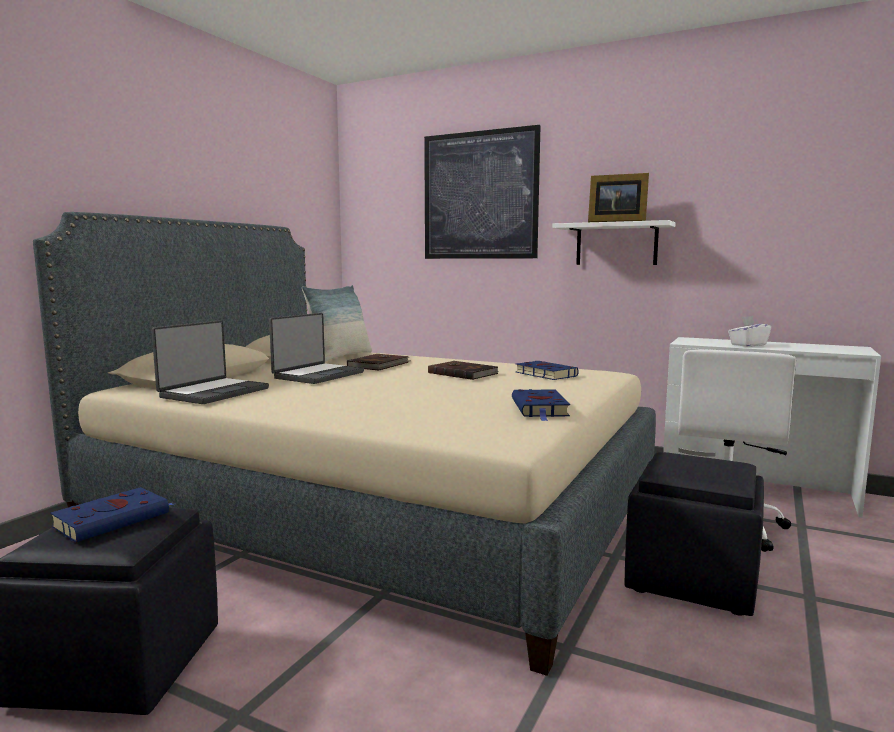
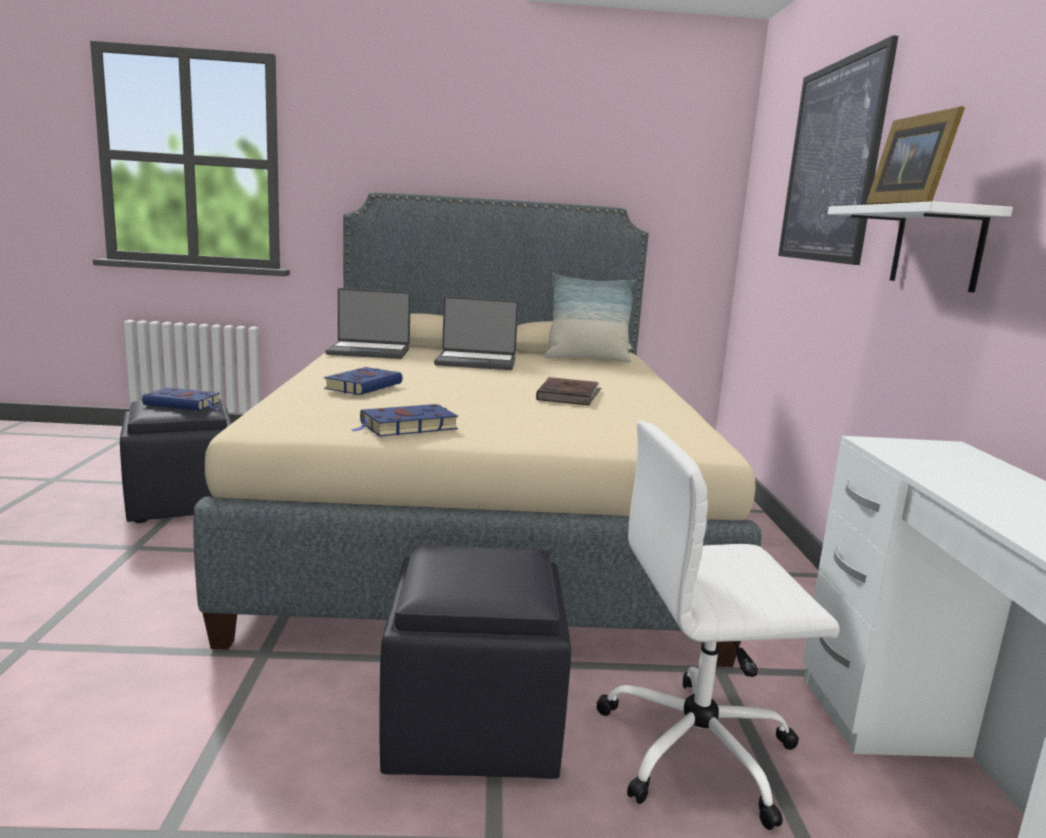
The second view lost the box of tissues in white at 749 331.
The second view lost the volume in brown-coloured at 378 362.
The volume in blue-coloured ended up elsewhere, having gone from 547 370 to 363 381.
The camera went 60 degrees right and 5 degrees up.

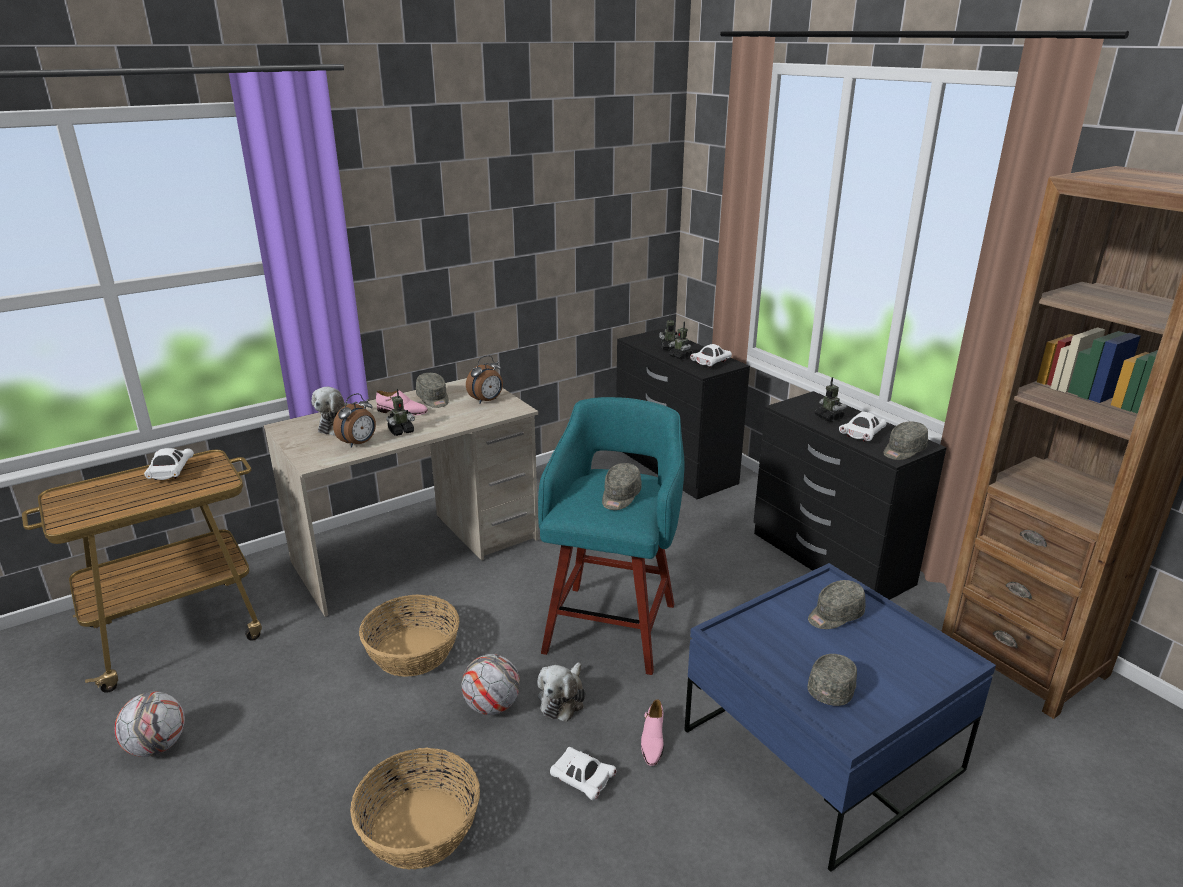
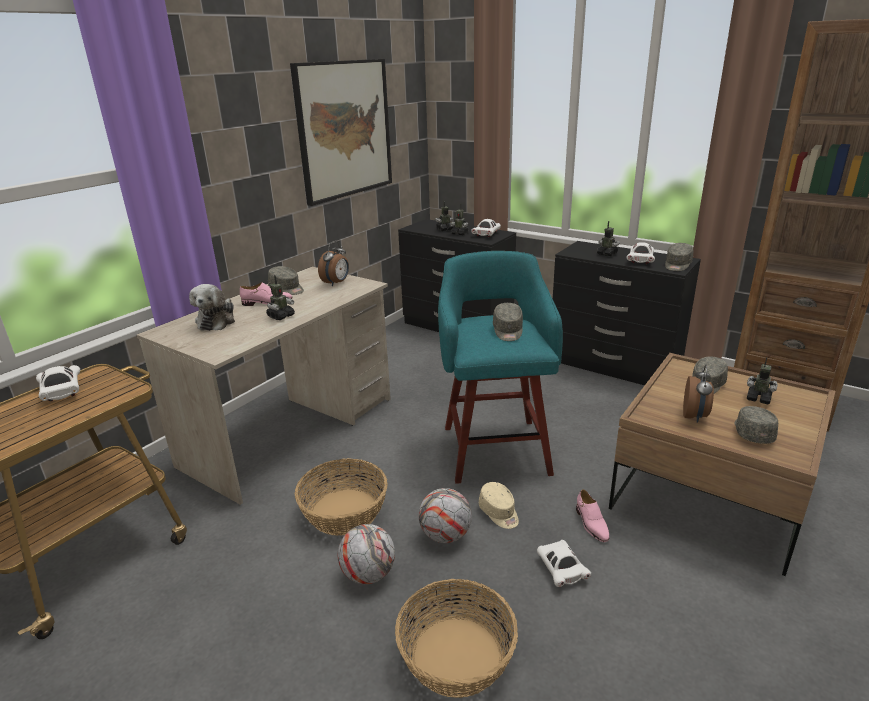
The table clock ended up elsewhere, having gone from 354 420 to 698 394.
What was the lounge table in blue-coloured at 840 717 turned into the lounge table in brown-coloured at 722 464.
Where the soft toy stood at 562 692, the peaked cap in sand-coloured came to stand at 499 505.
The football ball ended up elsewhere, having gone from 150 724 to 366 554.
The toy car in white at 583 773 ended up facing another way, 60 degrees clockwise from before.
The second view gained the picture at 341 132.
The second view gained the robot figure at 762 380.
The camera went 20 degrees left and 0 degrees up.

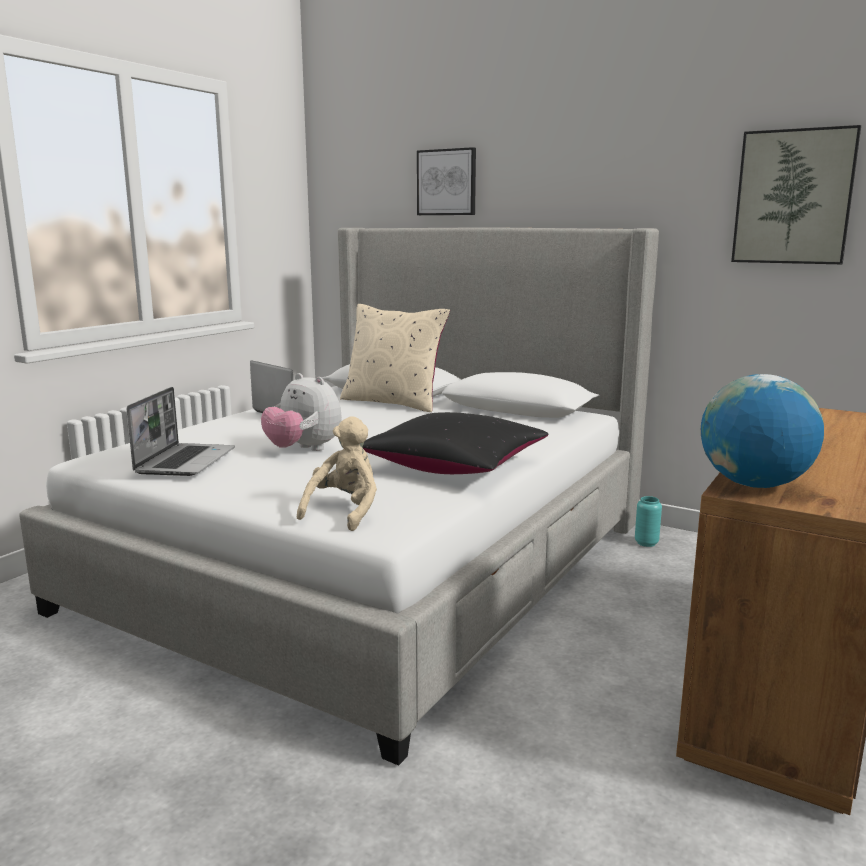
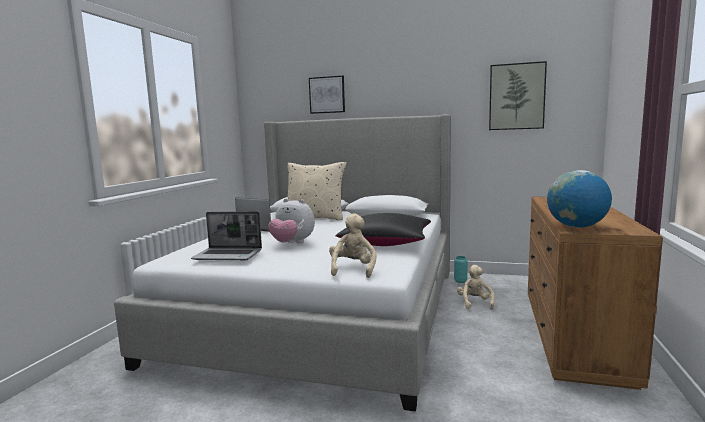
The notebook computer at 181 431 ended up facing another way, 105 degrees clockwise from before.
The second view gained the soft toy in sand-coloured at 476 287.
The camera went 15 degrees left and 5 degrees down.

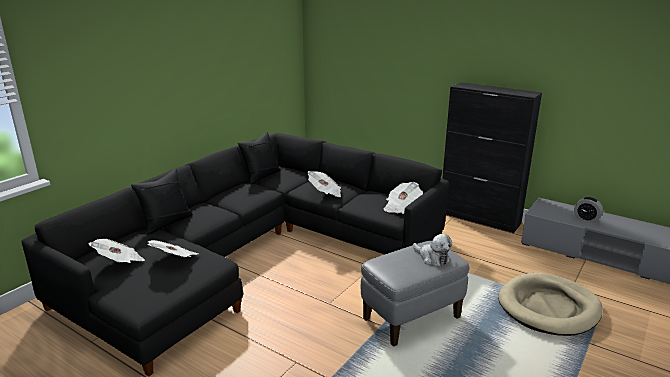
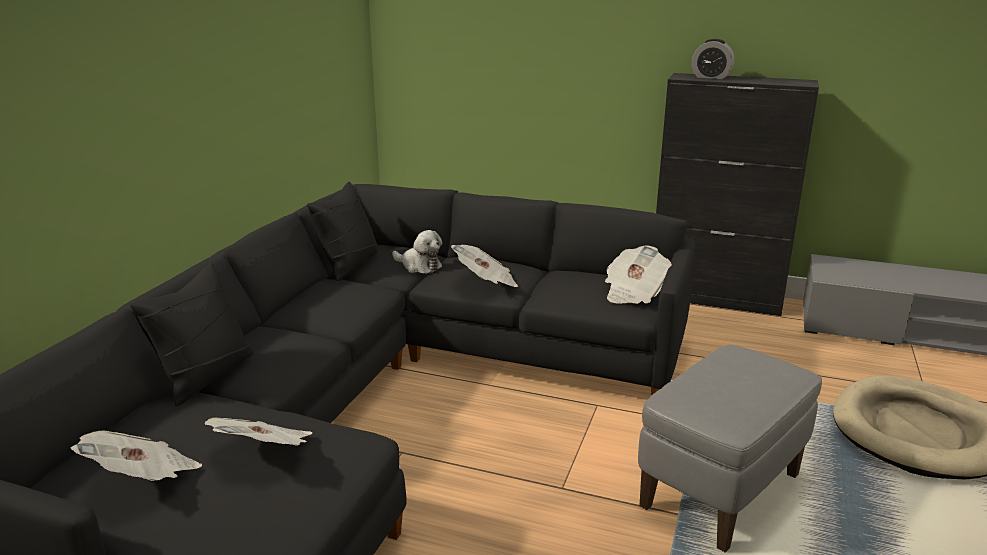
The table clock ended up elsewhere, having gone from 588 210 to 713 59.
The soft toy ended up elsewhere, having gone from 432 250 to 417 252.
The camera went 15 degrees left and 0 degrees up.

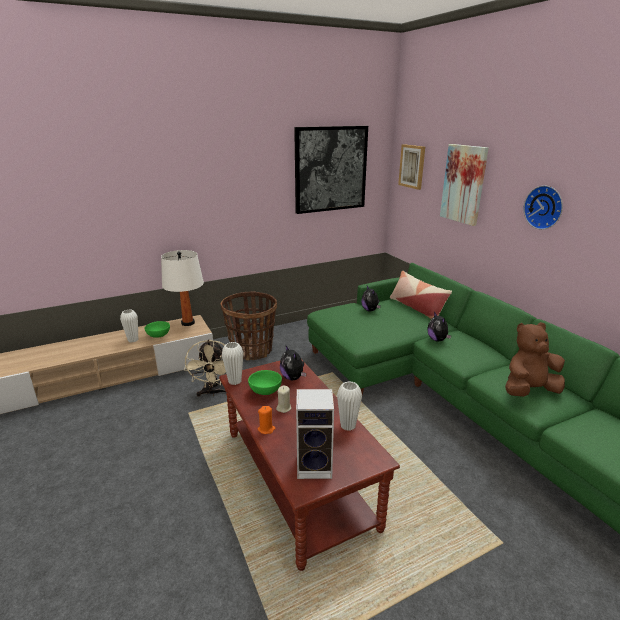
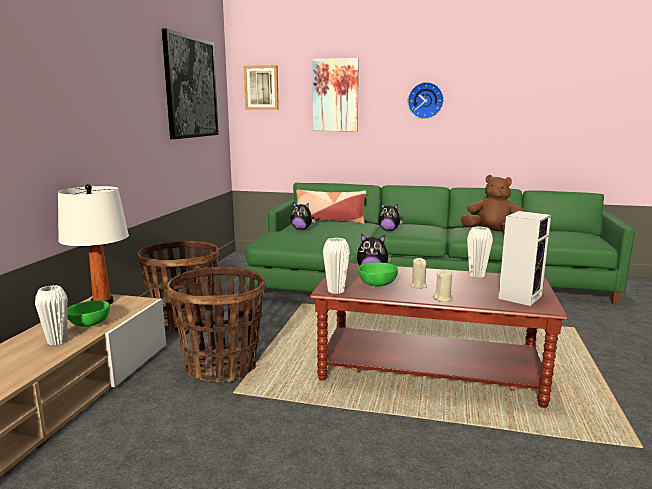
The soft toy in brown-coloured at 535 359 ended up facing another way, 90 degrees clockwise from before.
Where the fan in sand-coloured stood at 205 368, the storage basket came to stand at 216 324.
What was the candle in orange at 267 420 turned into the candle in sand-coloured at 443 286.
The camera went 50 degrees left and 10 degrees down.

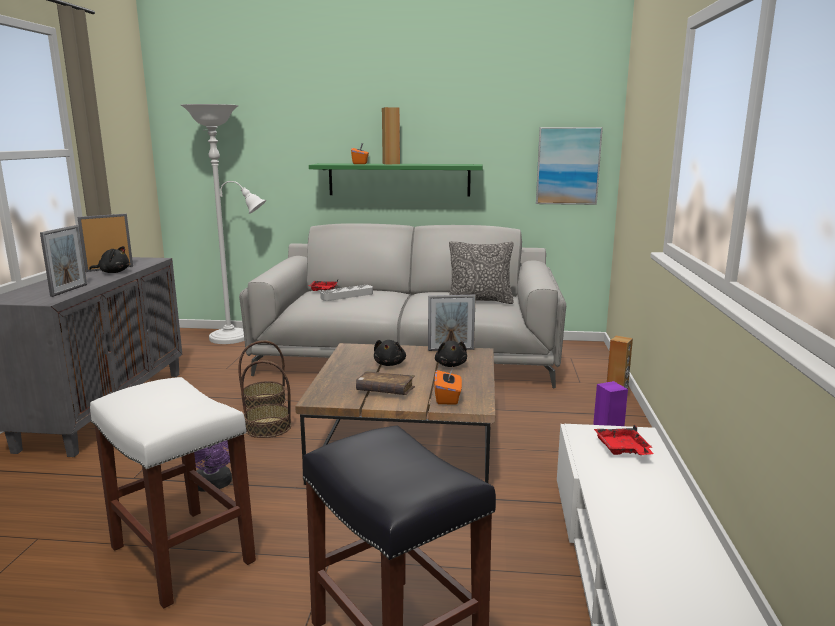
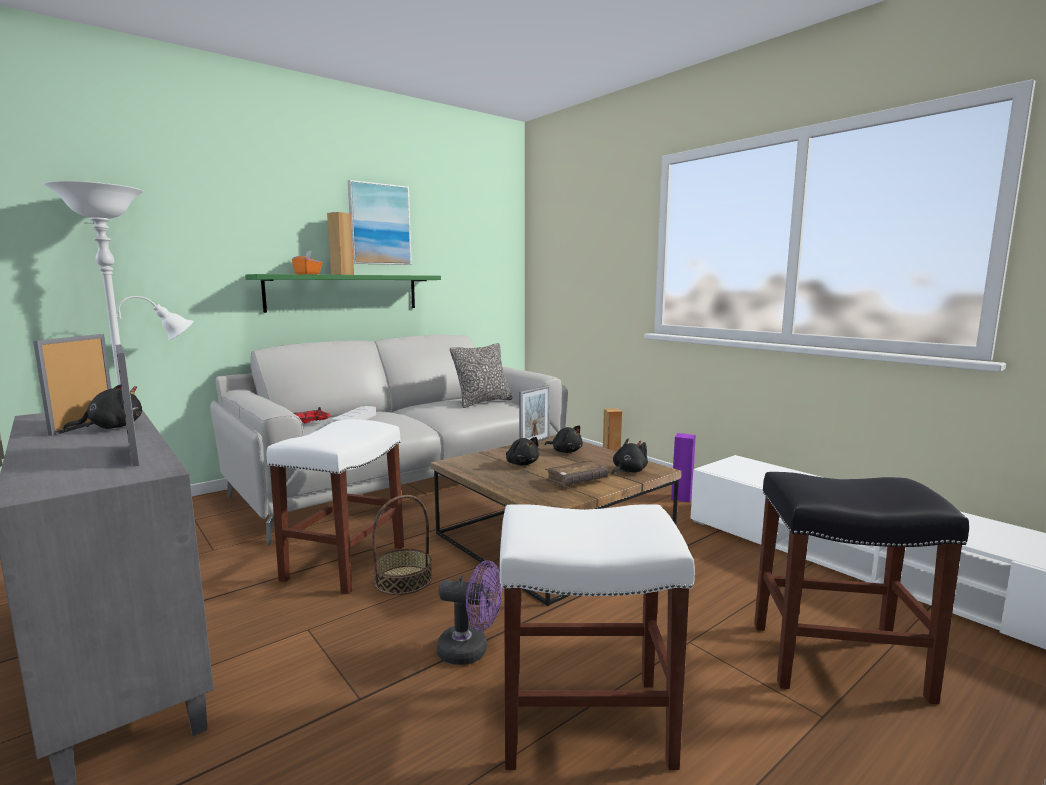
The picture ended up elsewhere, having gone from 569 166 to 380 222.
Where the storage basket stood at 262 375, the sitting stool in white came to stand at 335 506.
Where the box of tissues in orange stood at 448 386, the soft toy in black came to stand at 630 457.
The second view lost the serving tray in reddish at 623 440.
The camera went 45 degrees left and 5 degrees down.

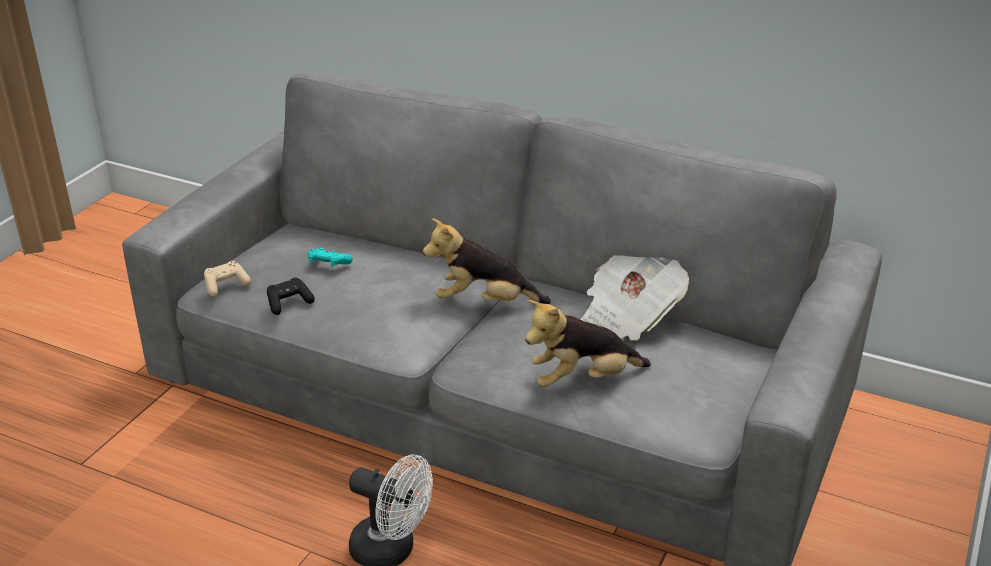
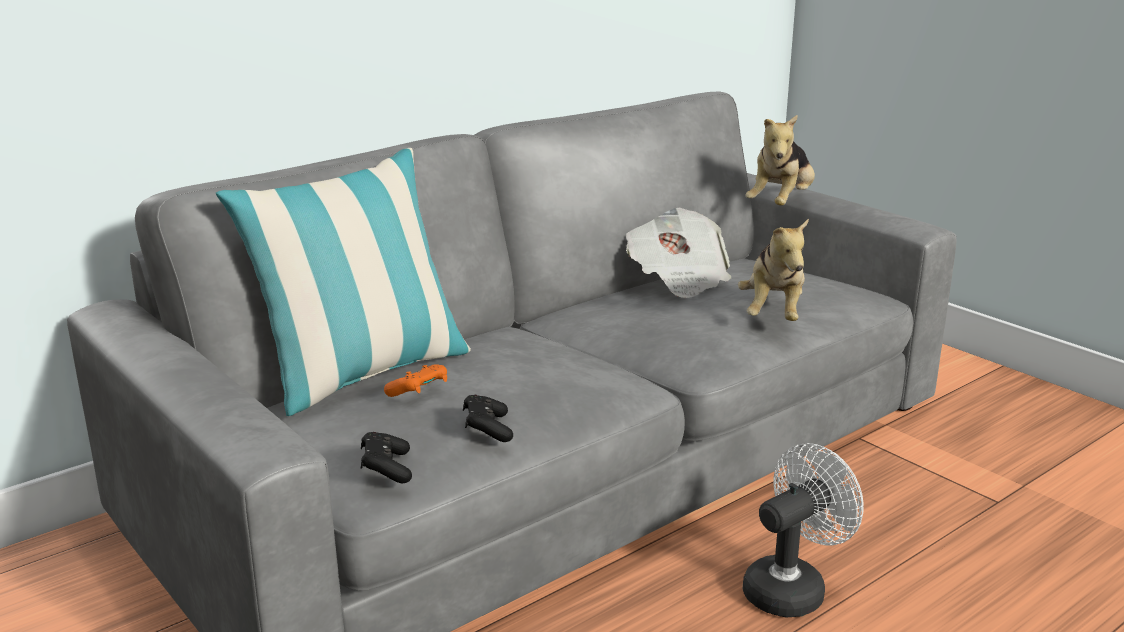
The soft toy ended up elsewhere, having gone from 487 261 to 780 160.
What was the joypad in turquoise at 330 257 turned into the joypad in orange at 415 380.
What was the joypad in sand-coloured at 227 279 turned into the joypad in black at 386 457.
The second view gained the cushion at 343 282.
The camera went 65 degrees left and 10 degrees down.

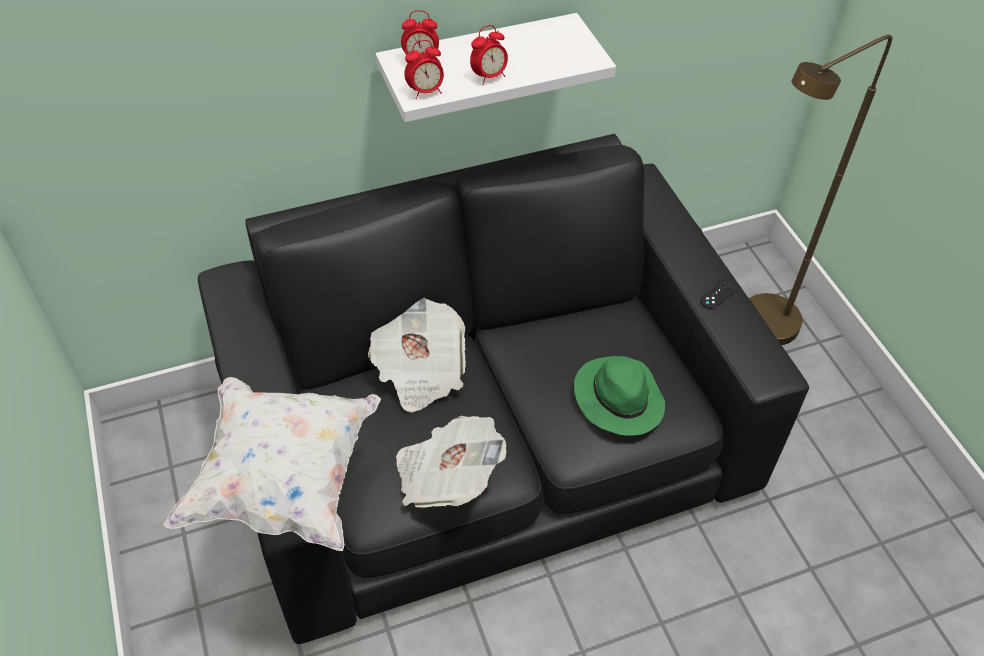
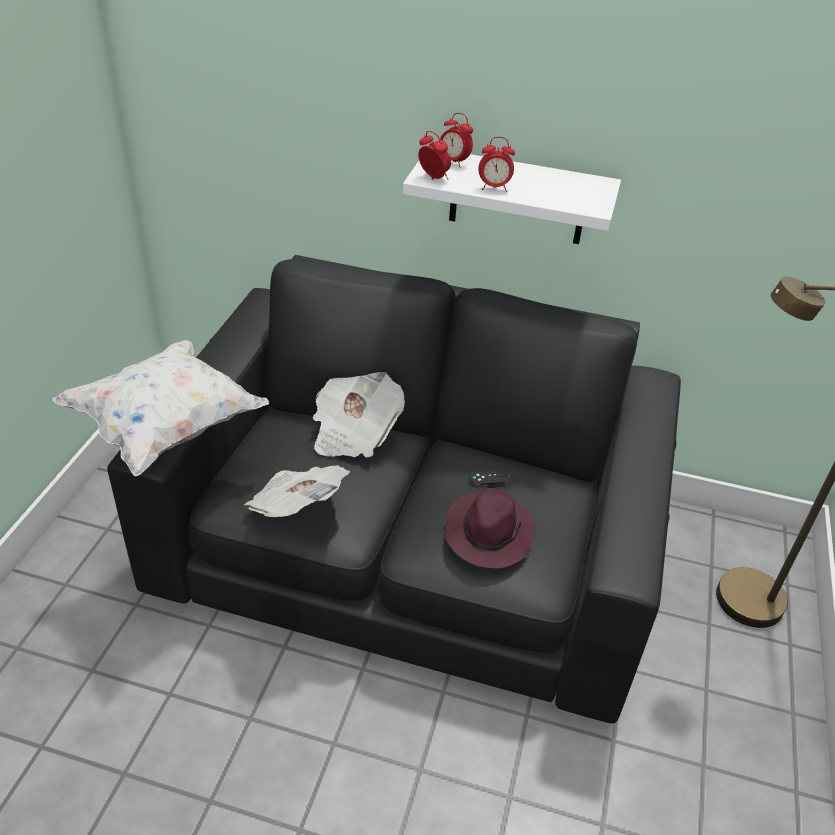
The table clock at 424 70 ended up facing another way, 150 degrees counterclockwise from before.
The joypad in black ended up elsewhere, having gone from 717 294 to 490 477.
What was the hat in green at 619 396 turned into the hat in purple at 490 528.
The camera went 35 degrees right and 10 degrees down.

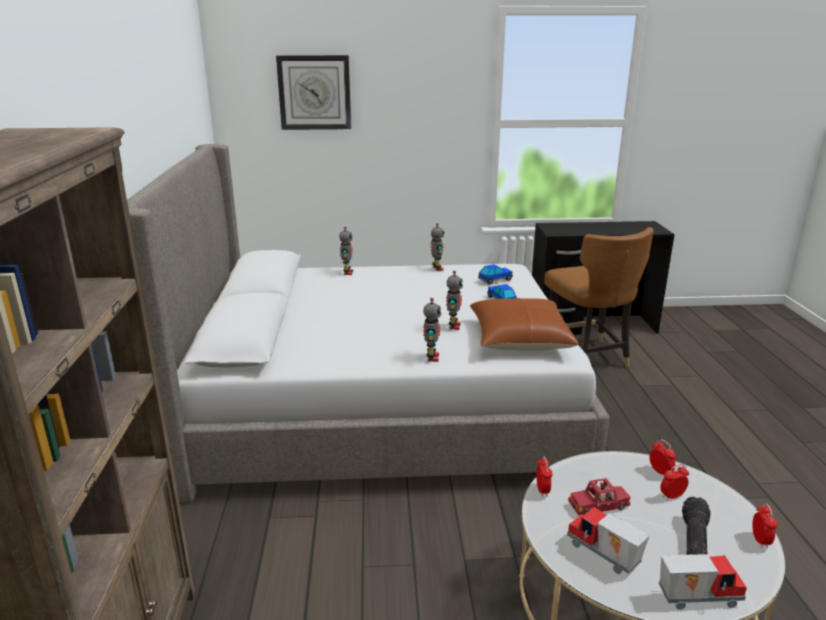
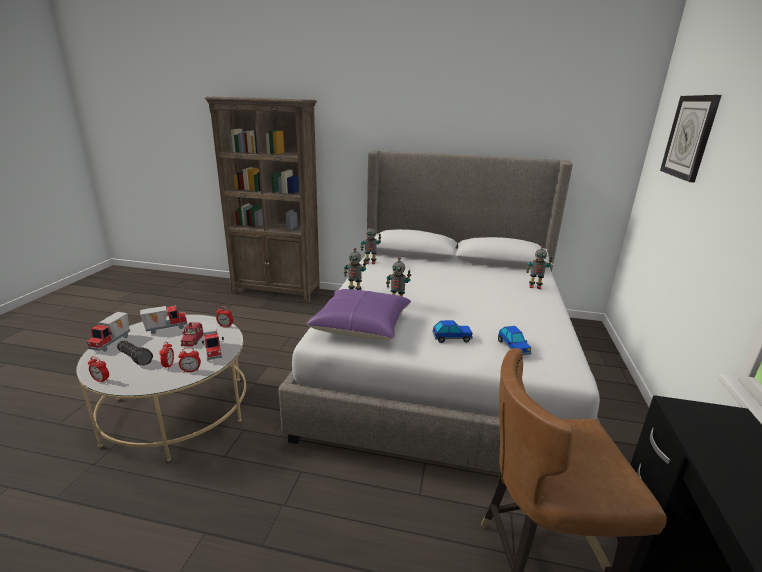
The robot figure ended up elsewhere, having gone from 437 247 to 371 244.
What was the cushion in brown-coloured at 524 324 turned into the cushion in purple at 358 314.
The second view gained the toy lorry at 213 340.
The camera went 105 degrees right and 0 degrees up.

